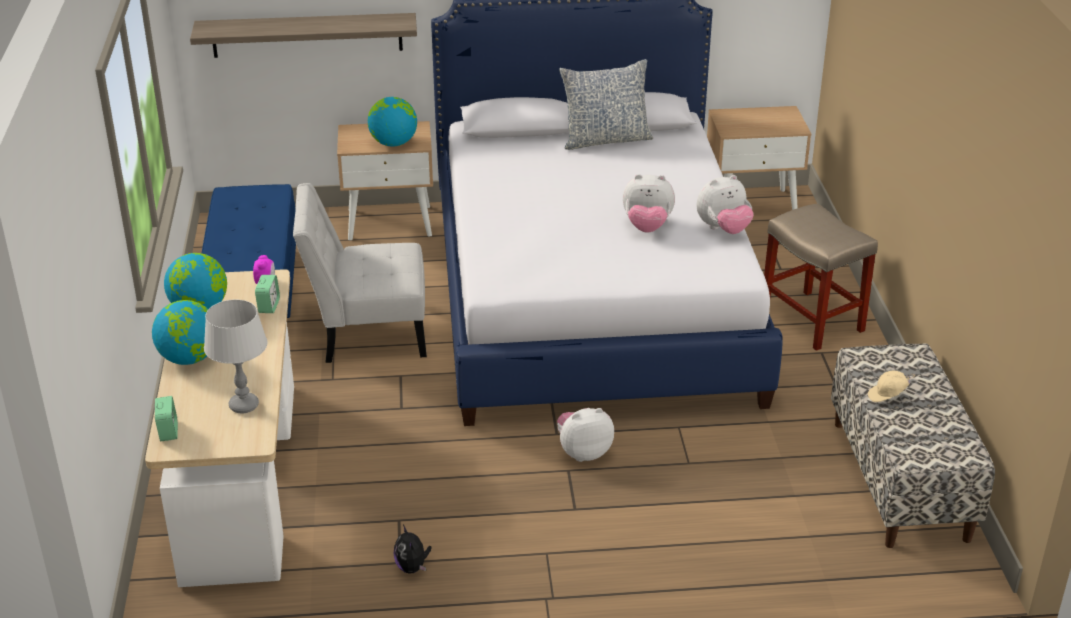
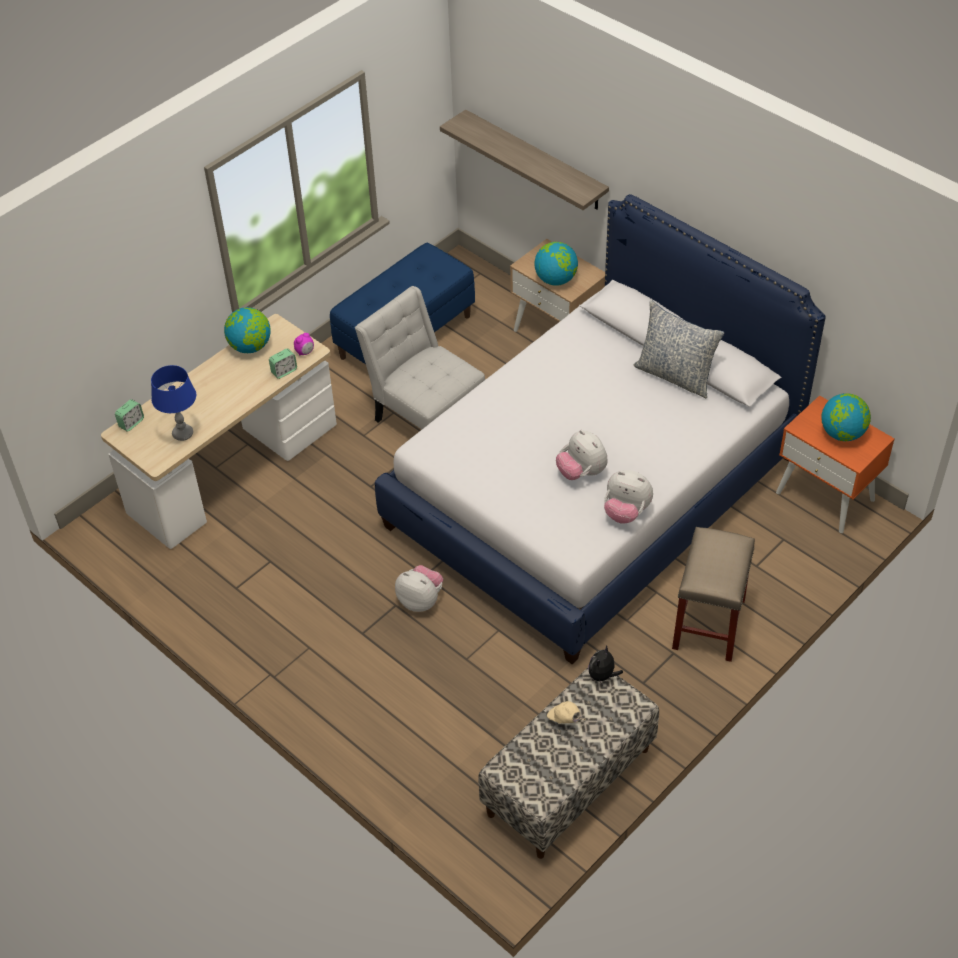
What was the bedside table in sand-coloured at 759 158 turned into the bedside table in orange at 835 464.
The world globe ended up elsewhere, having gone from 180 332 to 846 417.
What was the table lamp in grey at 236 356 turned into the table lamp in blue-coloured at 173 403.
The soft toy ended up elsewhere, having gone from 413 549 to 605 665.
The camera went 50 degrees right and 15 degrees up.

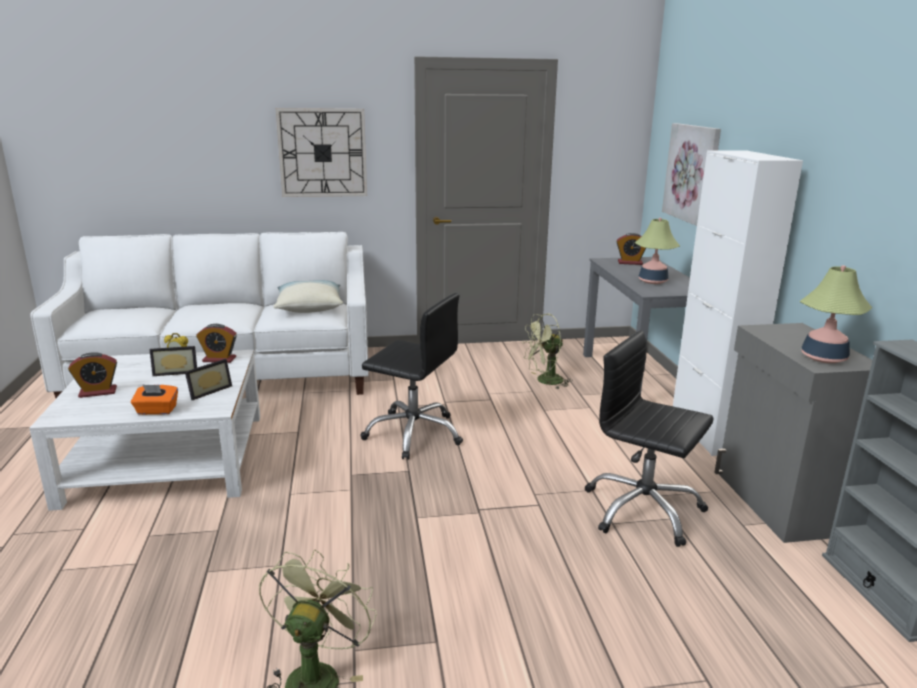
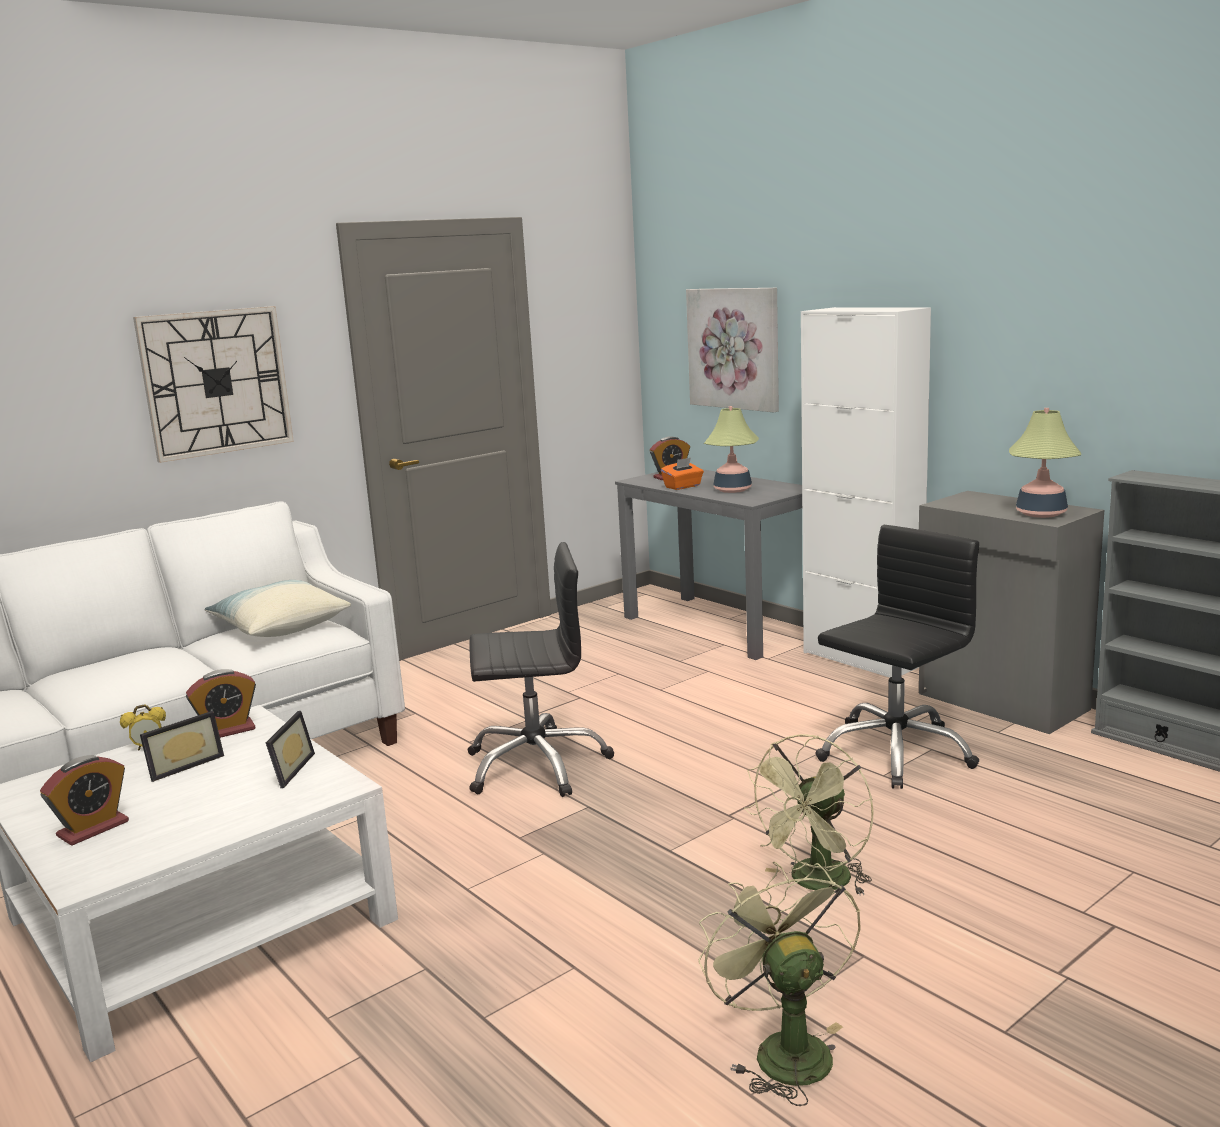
The fan in green ended up elsewhere, having gone from 547 351 to 809 815.
The desk chair in black at 649 438 ended up facing another way, 135 degrees clockwise from before.
The box of tissues in orange ended up elsewhere, having gone from 154 399 to 682 474.
The camera went 30 degrees left and 5 degrees down.

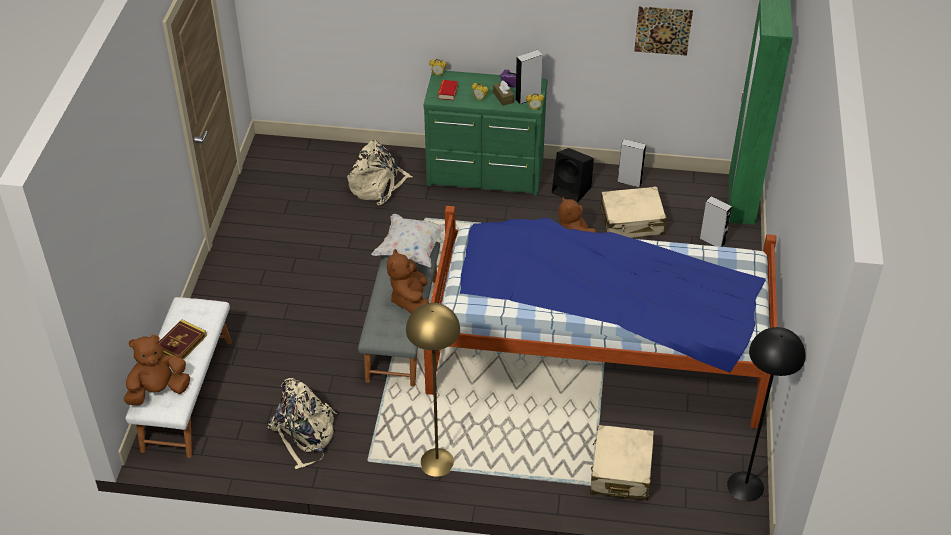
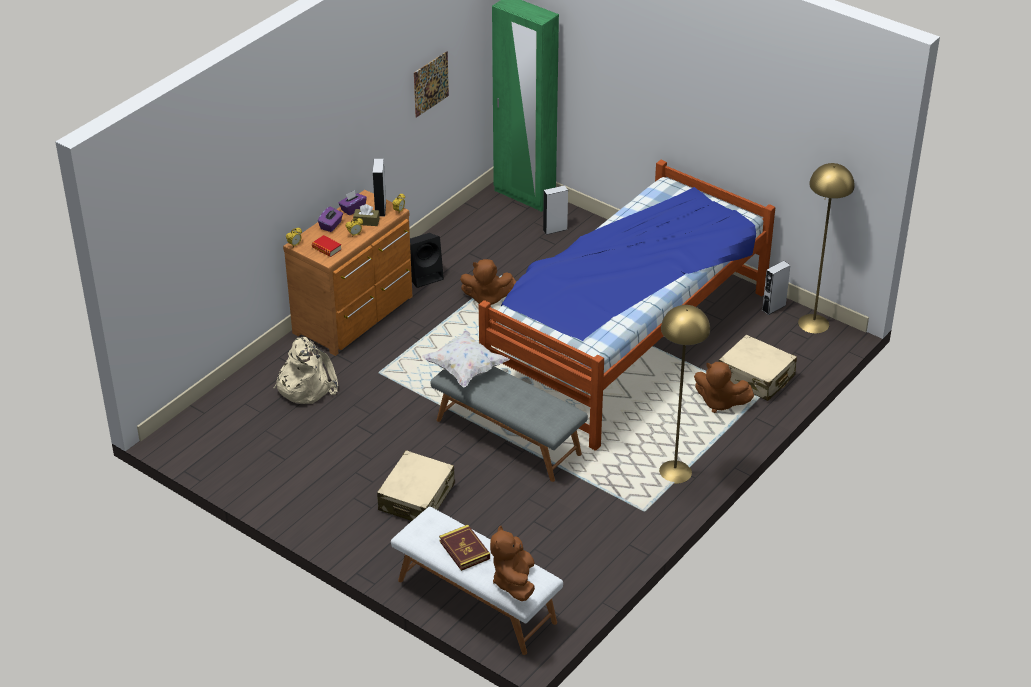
What was the chest of drawers in green at 486 133 turned into the chest of drawers in brown-coloured at 347 273.
The audio speaker in grey ended up elsewhere, having gone from 631 163 to 776 288.
The travel case in sand-coloured ended up elsewhere, having gone from 633 212 to 416 485.
The soft toy in brown-coloured ended up elsewhere, having gone from 408 281 to 724 387.
What was the standard lamp in black at 766 414 turned into the standard lamp in yellow at 826 248.
The second view lost the backpack in sand-coloured at 302 423.
The second view gained the box of tissues in purple at 330 219.
The camera went 60 degrees left and 5 degrees down.

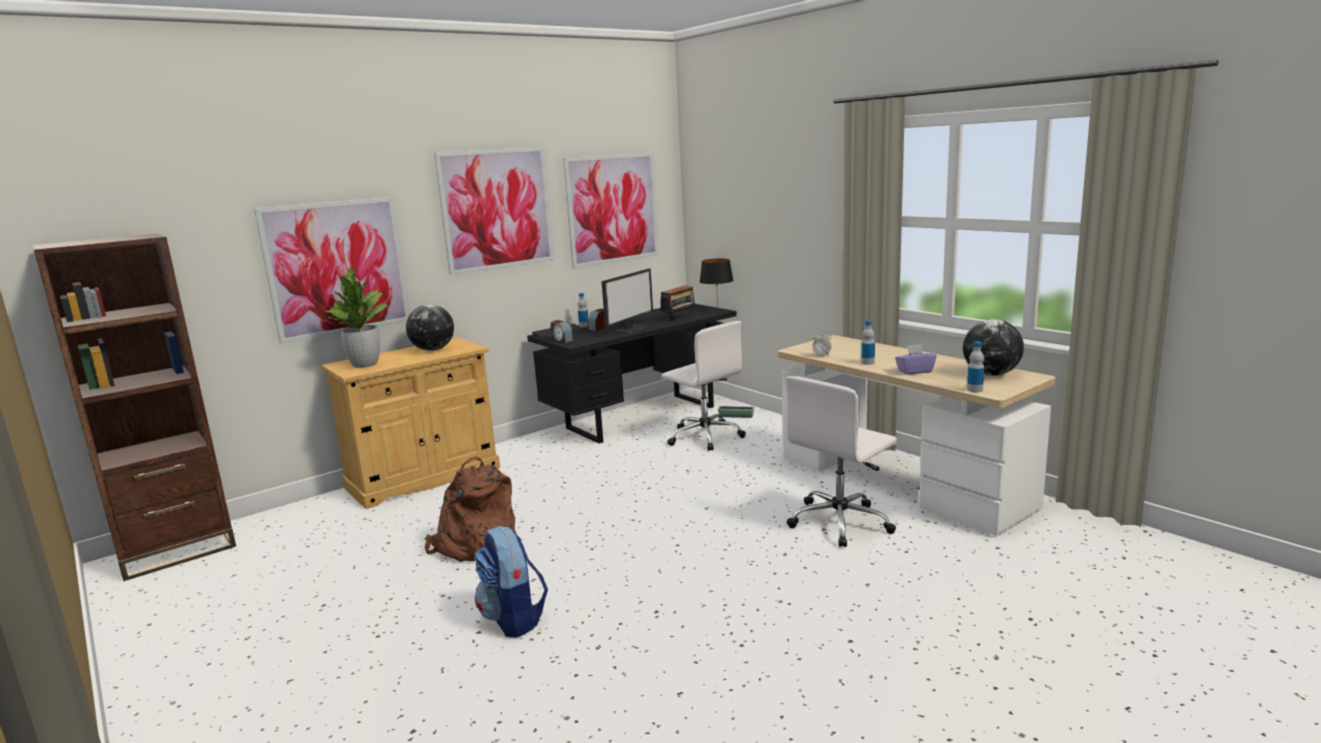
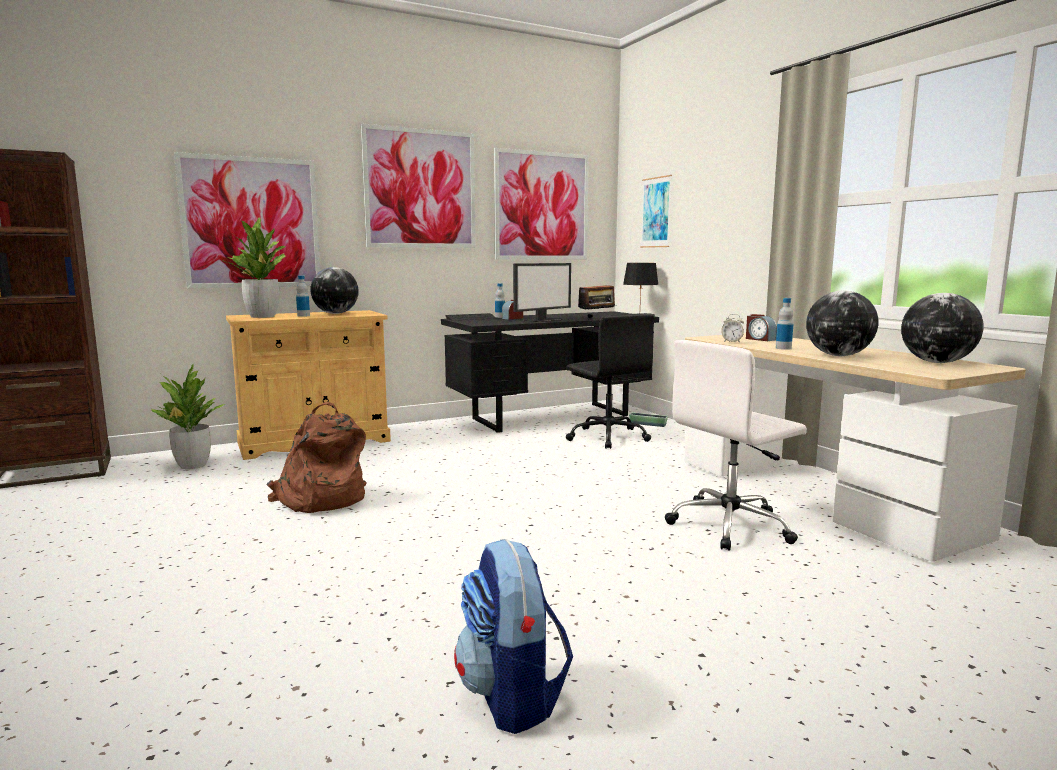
The table clock ended up elsewhere, having gone from 562 331 to 761 327.
What was the desk chair in white at 703 386 turned into the desk chair in black at 610 381.
The bottle ended up elsewhere, having gone from 975 366 to 303 296.
Where the box of tissues in purple stood at 916 359, the world globe came to stand at 842 323.
The backpack ended up elsewhere, having gone from 511 582 to 513 636.
The second view gained the picture at 656 211.
The second view gained the houseplant at 188 416.
The camera went 10 degrees right and 5 degrees down.

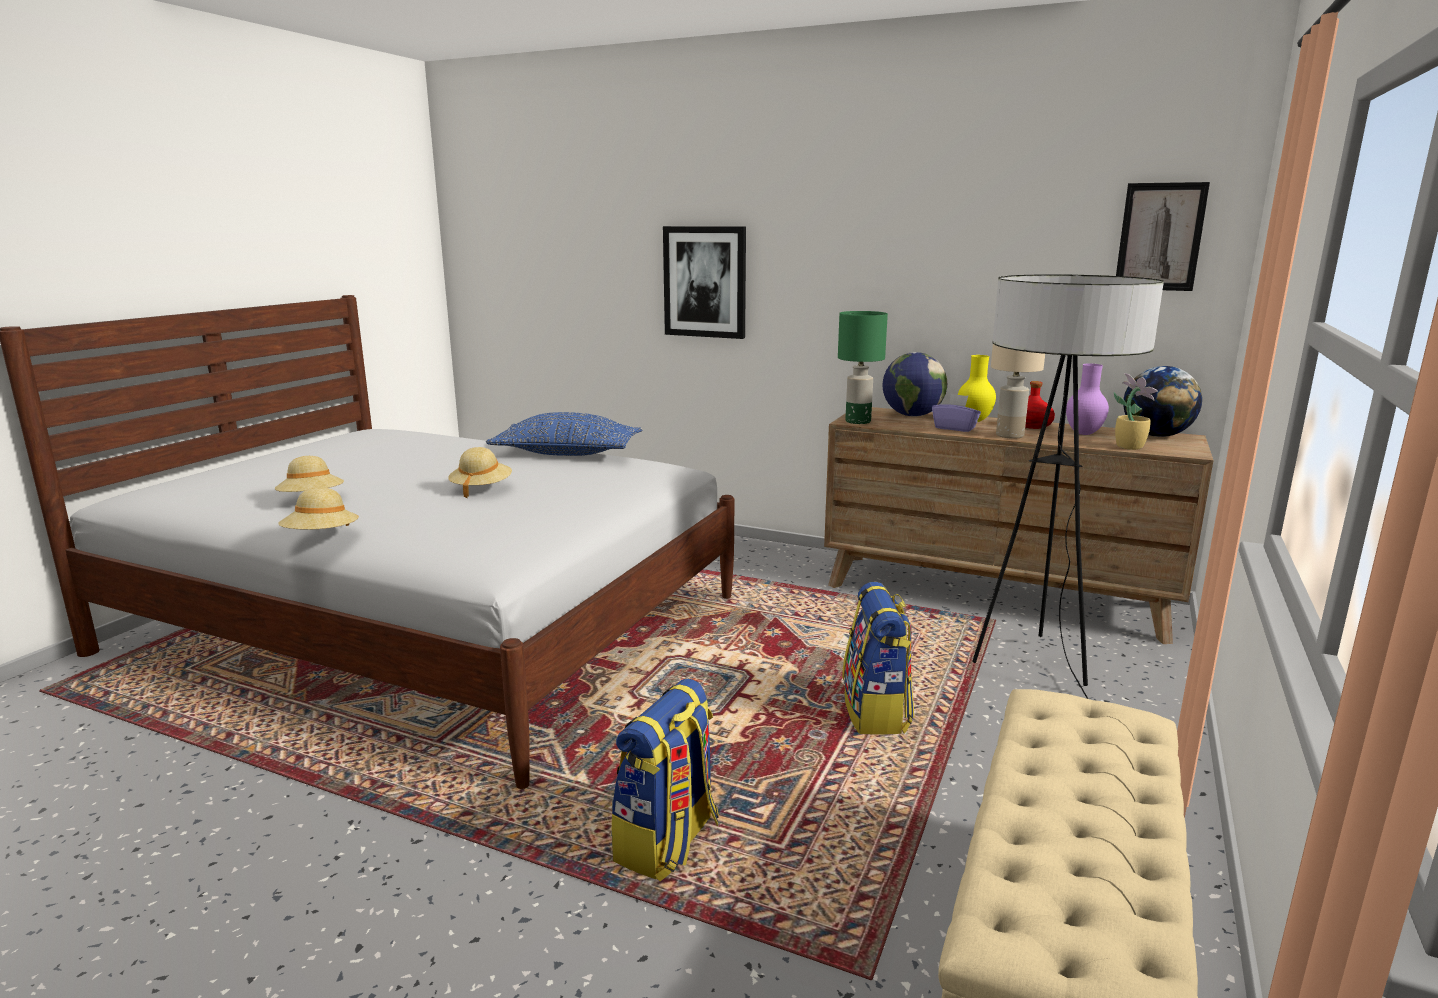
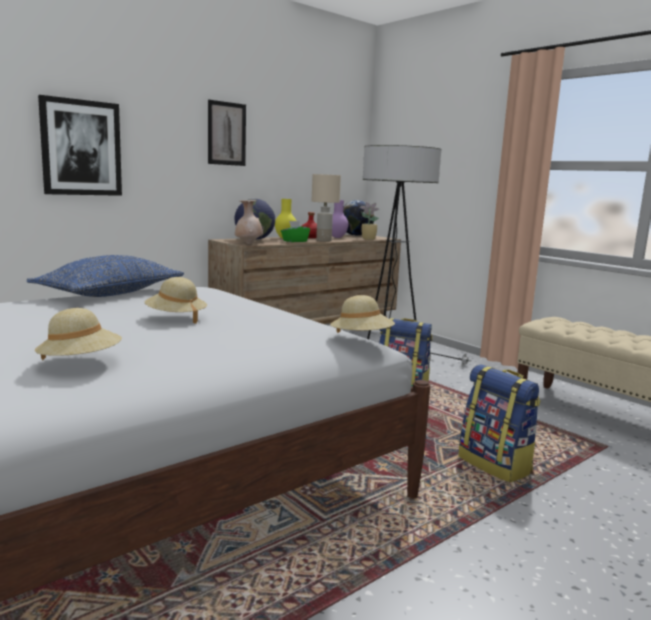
The picture ended up elsewhere, having gone from 1163 236 to 227 132.
Where the table lamp in green stood at 863 367, the flower vase in sand-coloured came to stand at 249 222.
What was the box of tissues in purple at 956 413 turned into the box of tissues in green at 295 231.
The hat in sand-coloured ended up elsewhere, having gone from 318 508 to 362 314.
The camera went 65 degrees left and 5 degrees down.

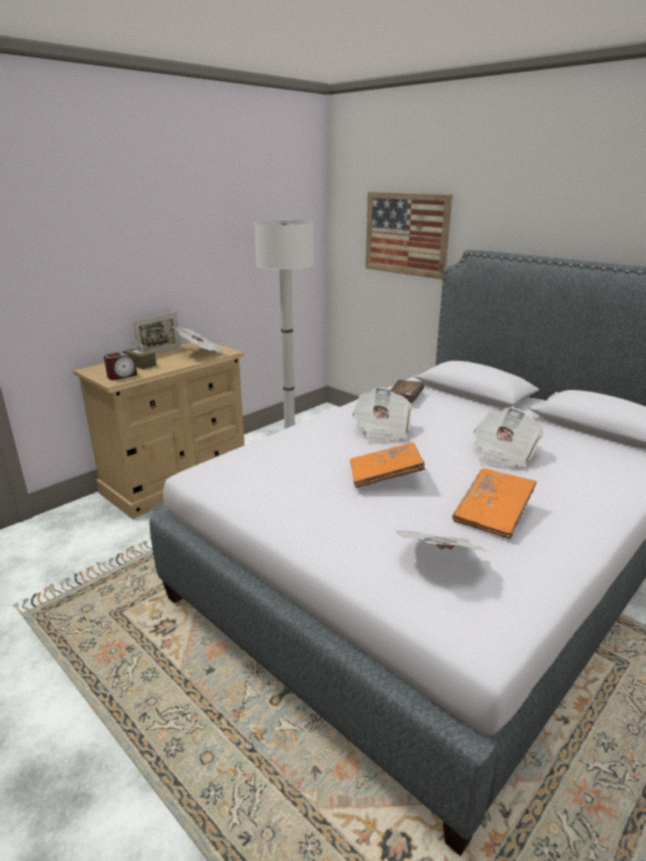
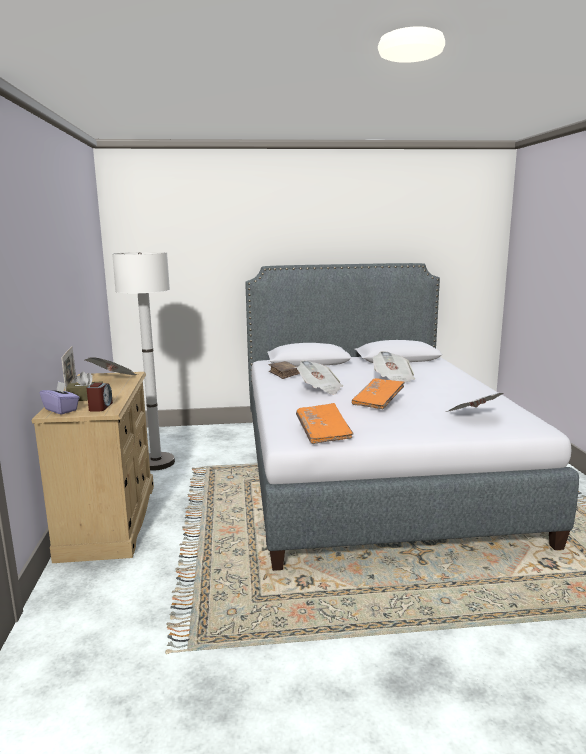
The second view lost the picture at 409 236.
The volume in orange ended up elsewhere, having gone from 494 503 to 325 423.
The second view gained the box of tissues in purple at 60 398.
The camera went 50 degrees left and 10 degrees down.

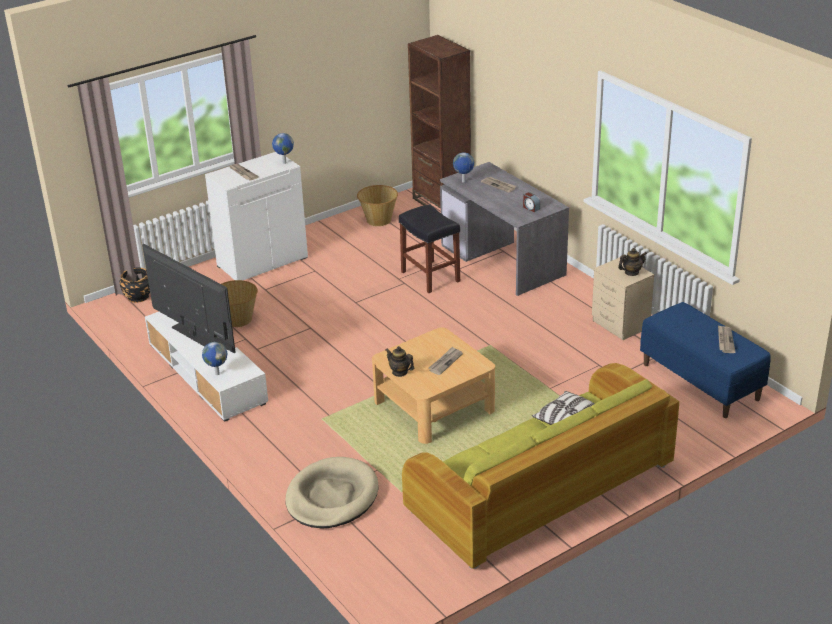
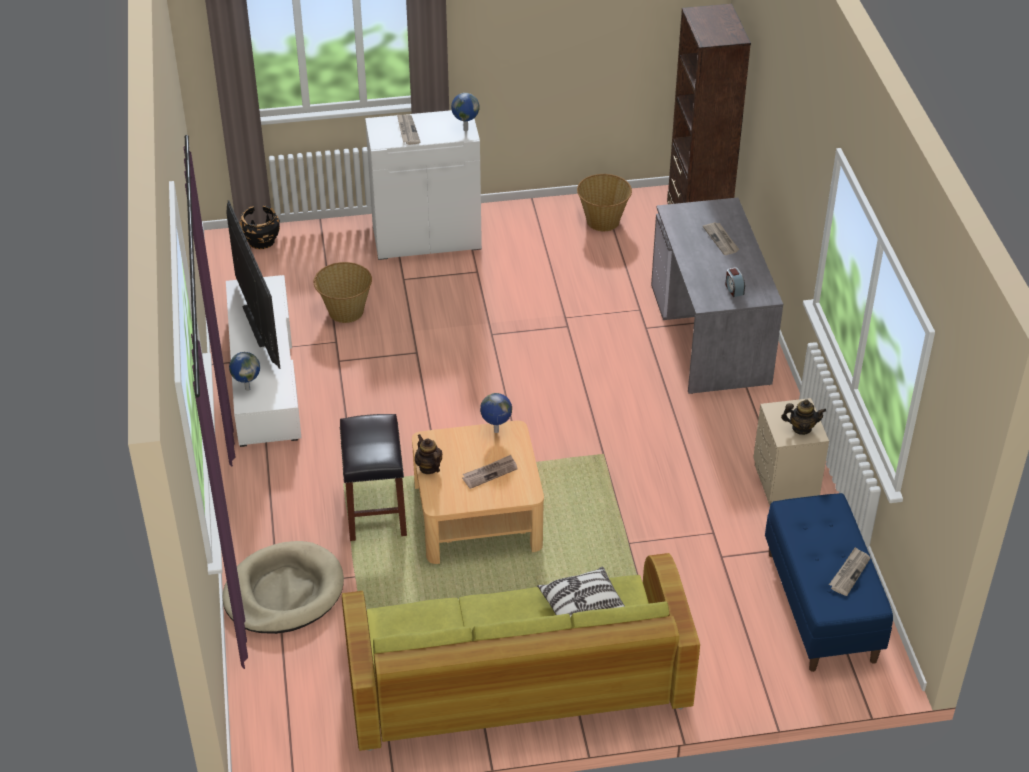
The world globe ended up elsewhere, having gone from 463 167 to 496 413.
The sitting stool in black ended up elsewhere, having gone from 429 248 to 373 477.
The camera went 25 degrees right and 10 degrees up.

